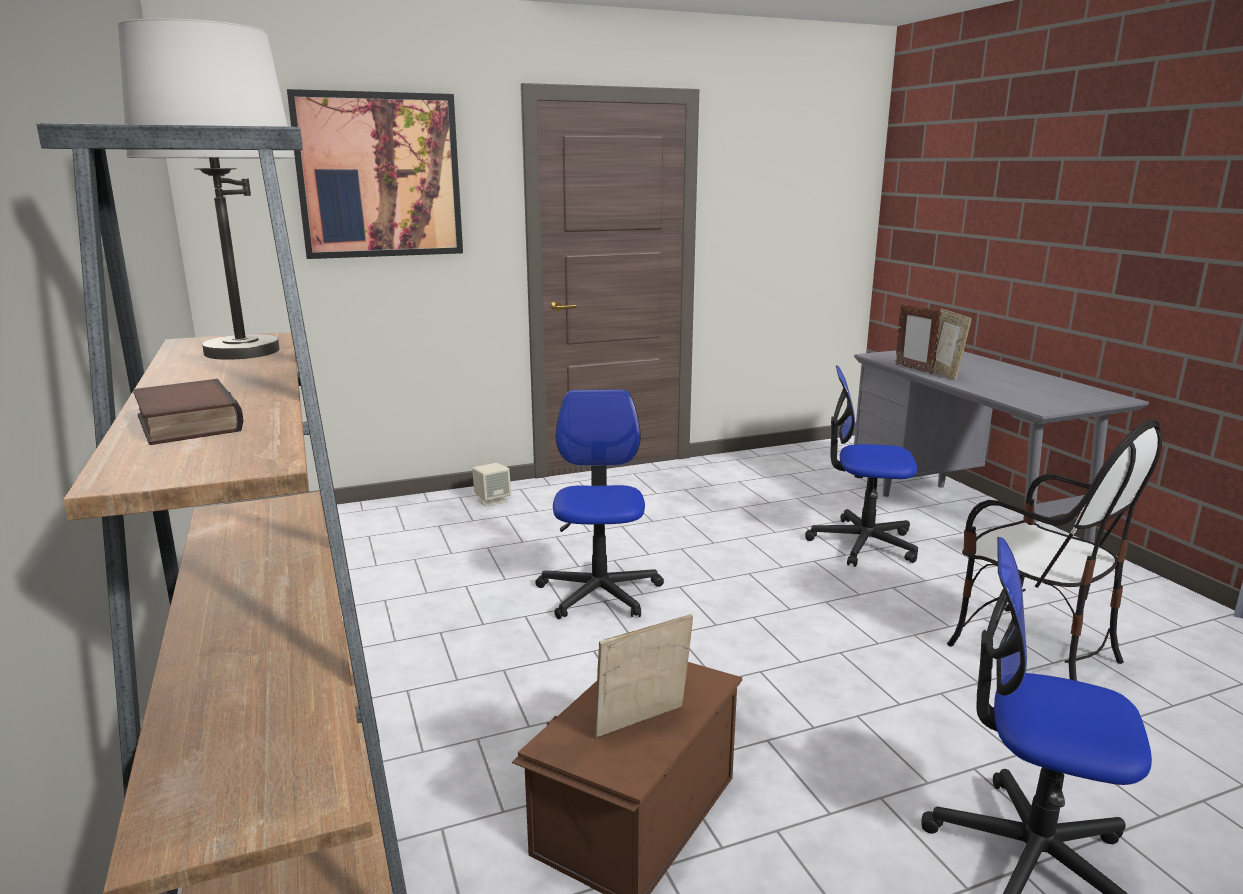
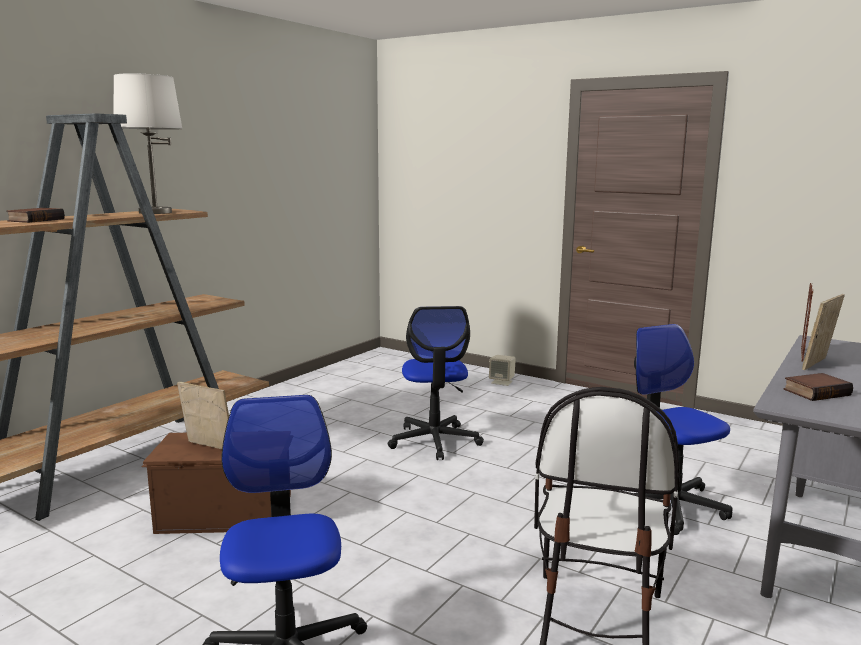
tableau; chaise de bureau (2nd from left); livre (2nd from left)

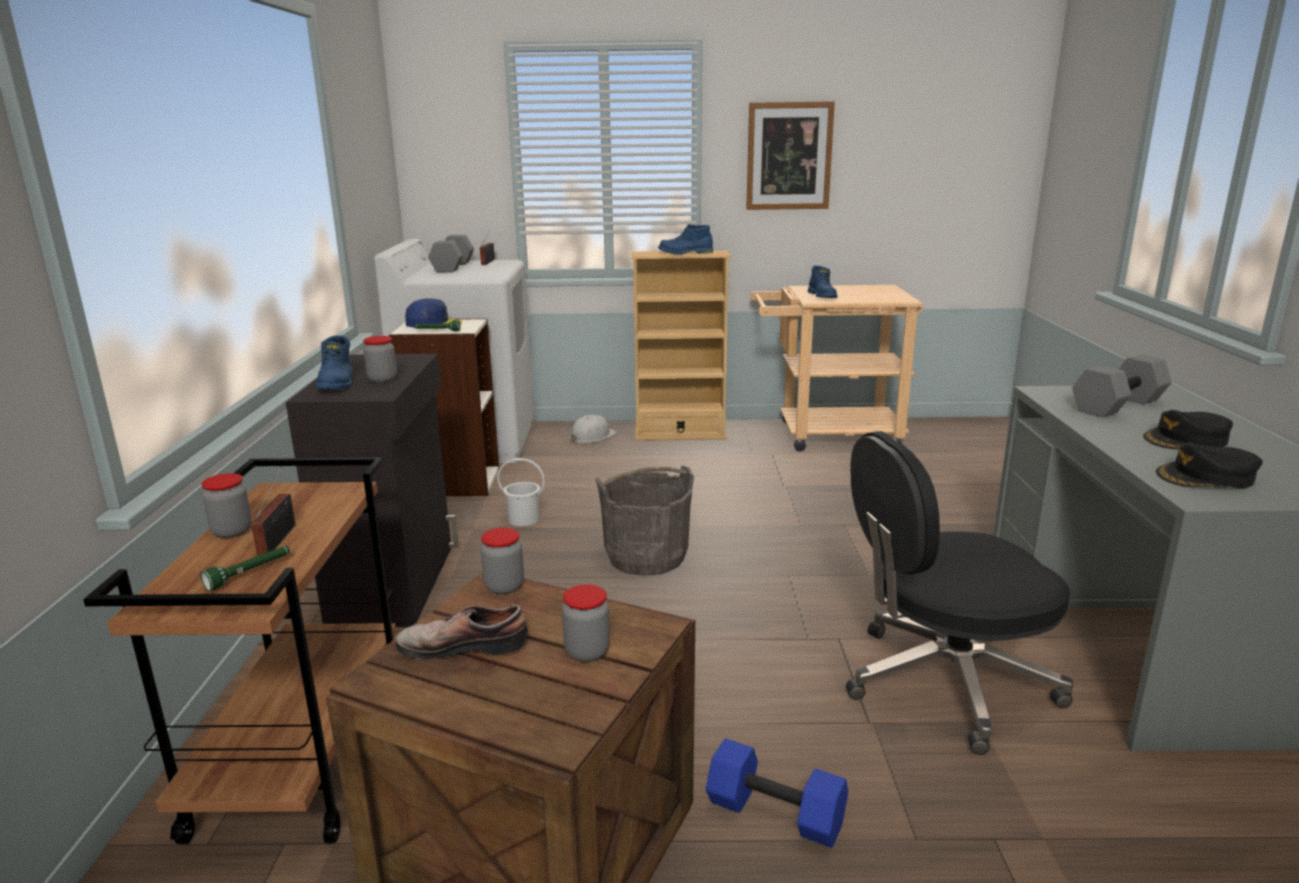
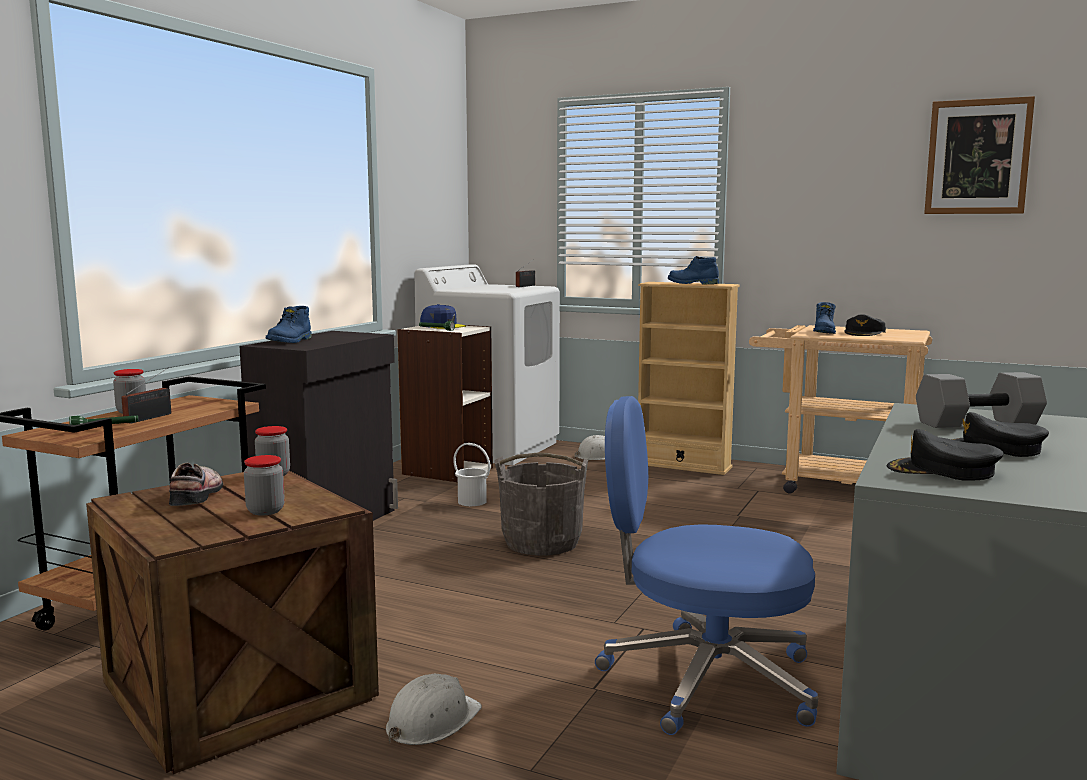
tableau; haltère/gris (1st from left in the first image); bocal (2nd from left in the first image); chaise de bureau/bleu; chaussure; casque de chantier/blanc (1st from left); casquette/noir (1st from left)

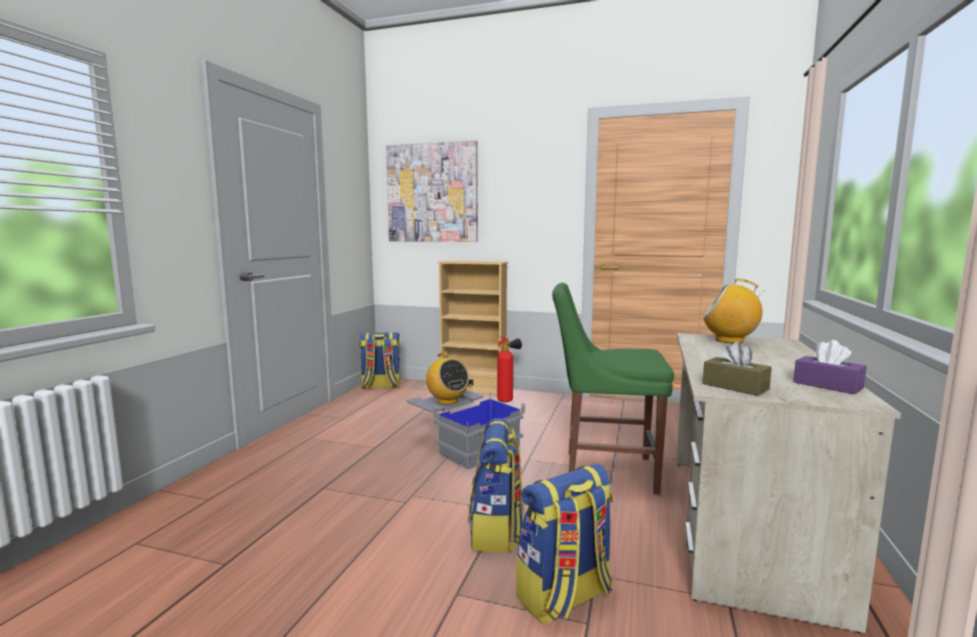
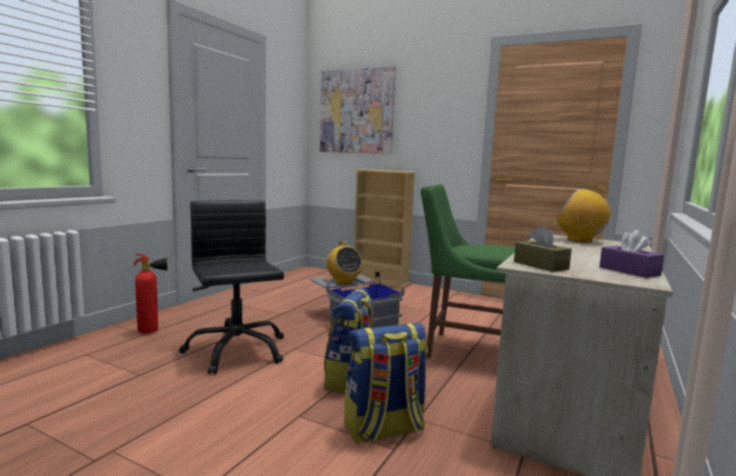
sac à dos (1st from left in the first image); extincteur; chaise de bureau/noir

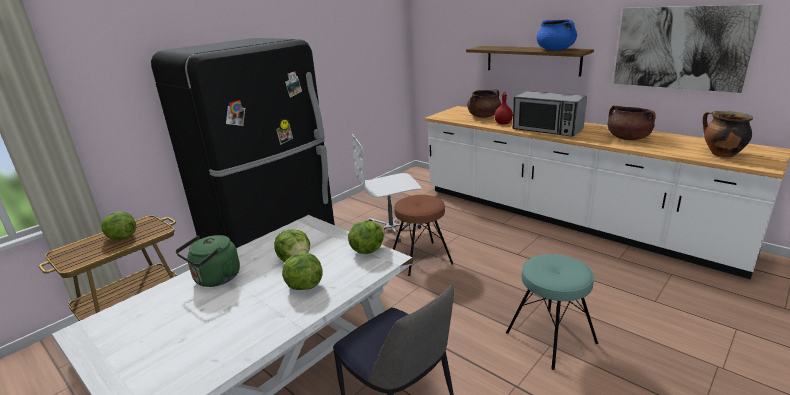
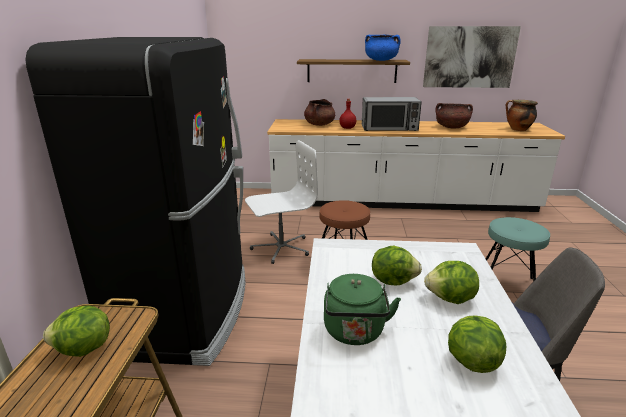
chaise de bureau/blanc; laitue (4th from left)

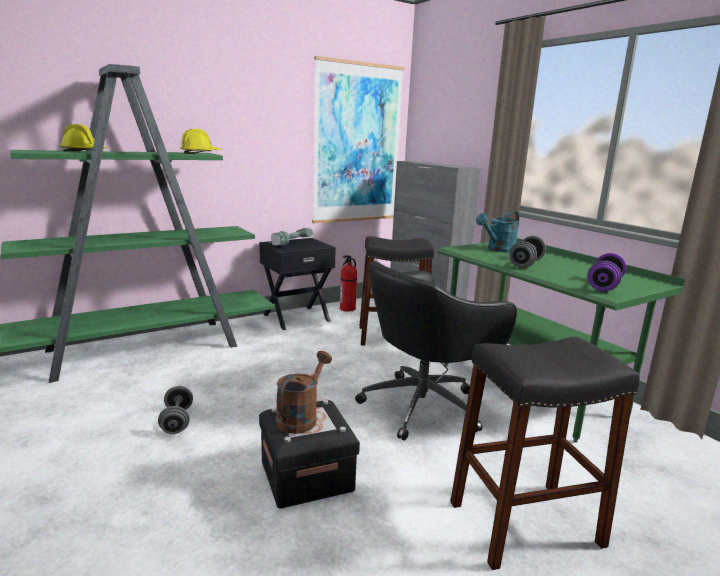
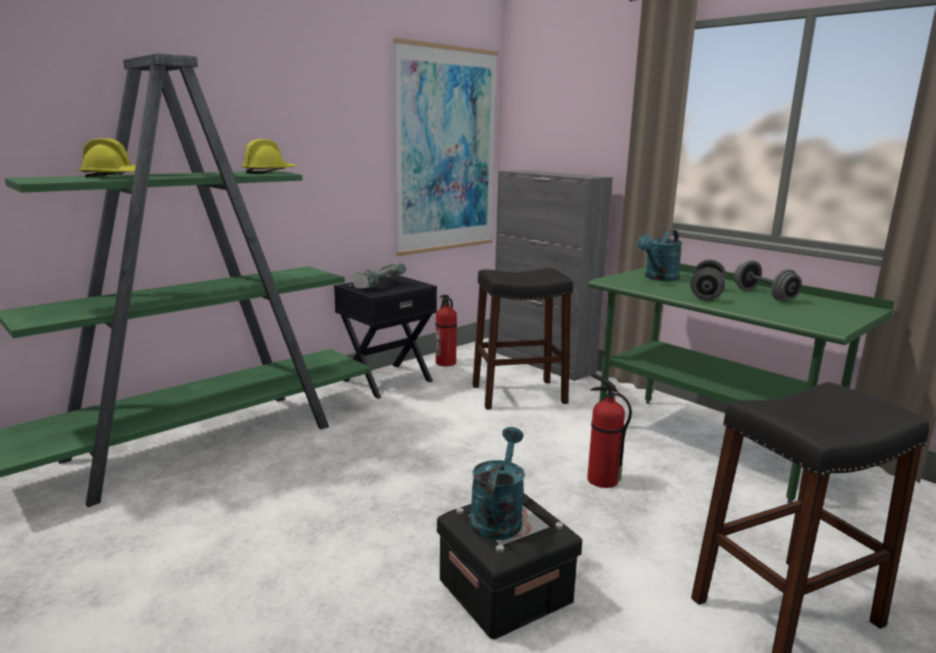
haltère/violet; extincteur (2nd from left); arrosoir/turquoise (1st from left); haltère/gris (2nd from left)

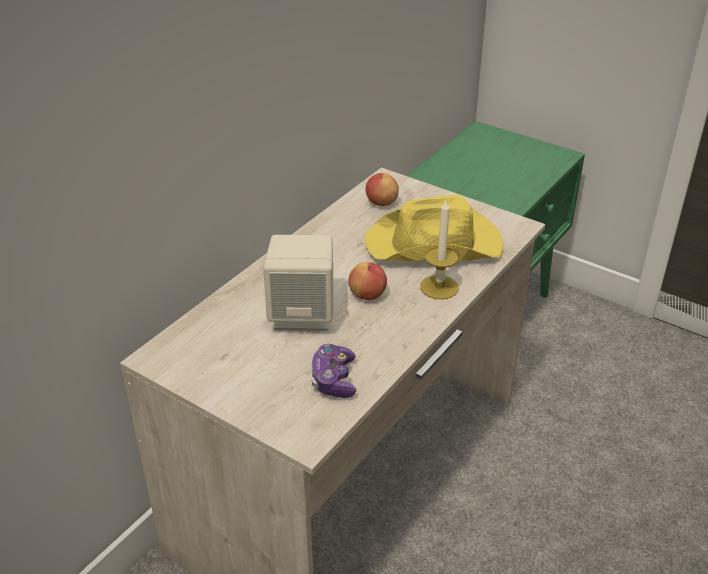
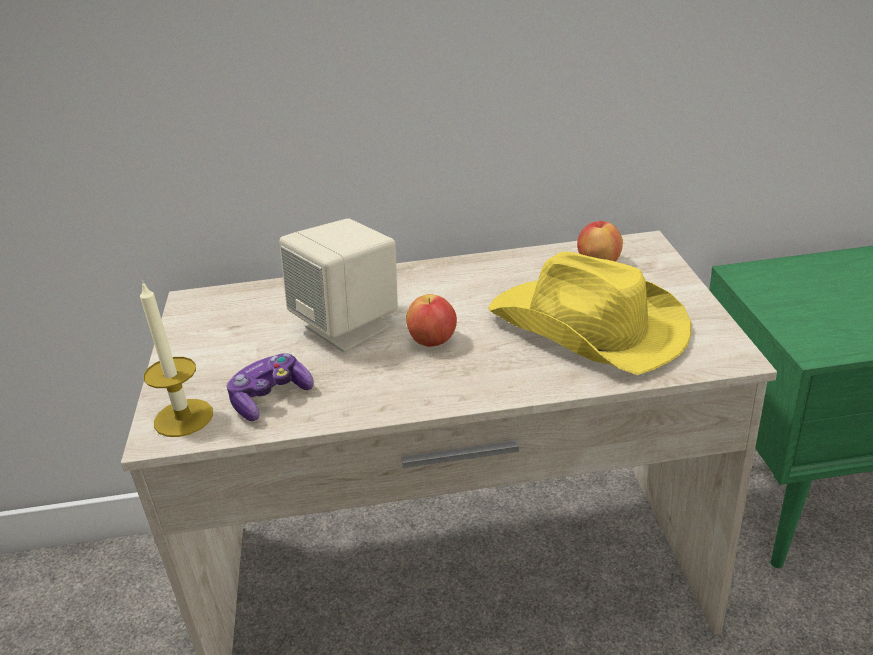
bougie

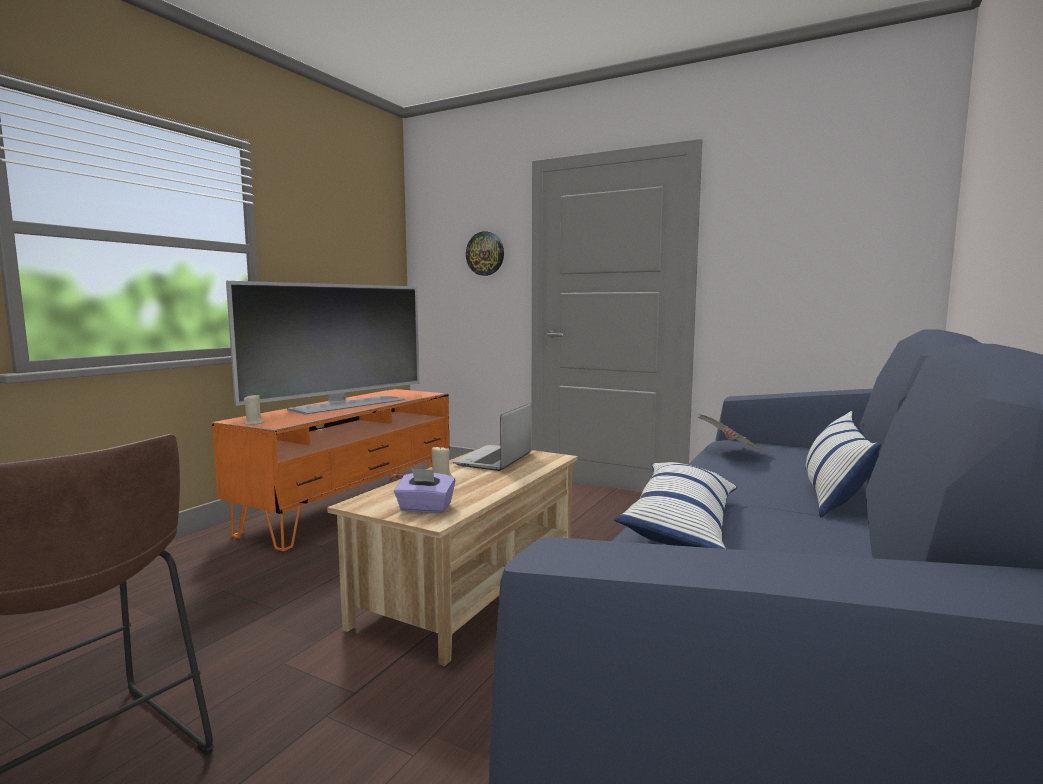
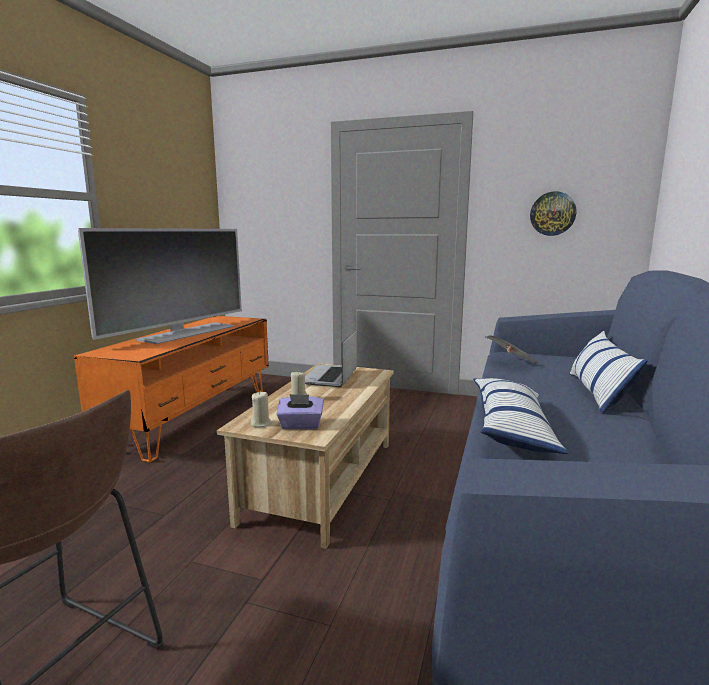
horloge murale; bougie/beige (1st from left)

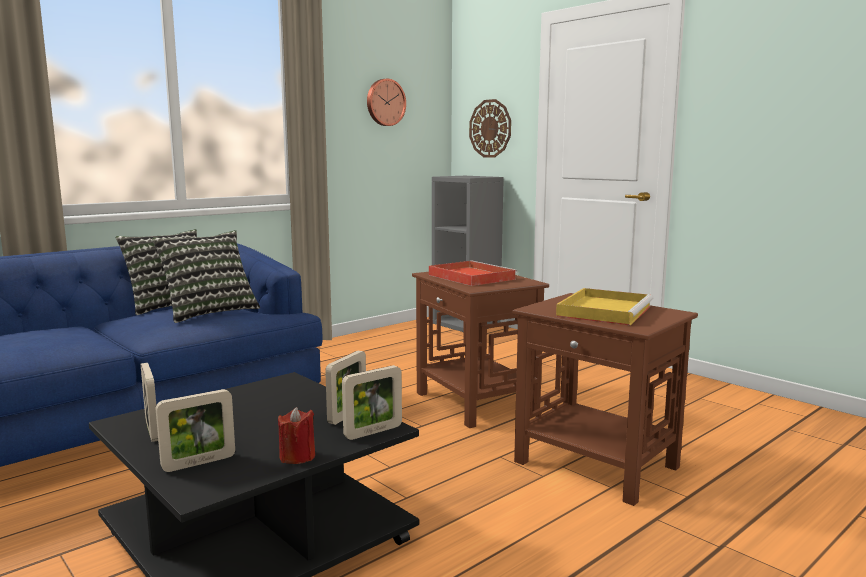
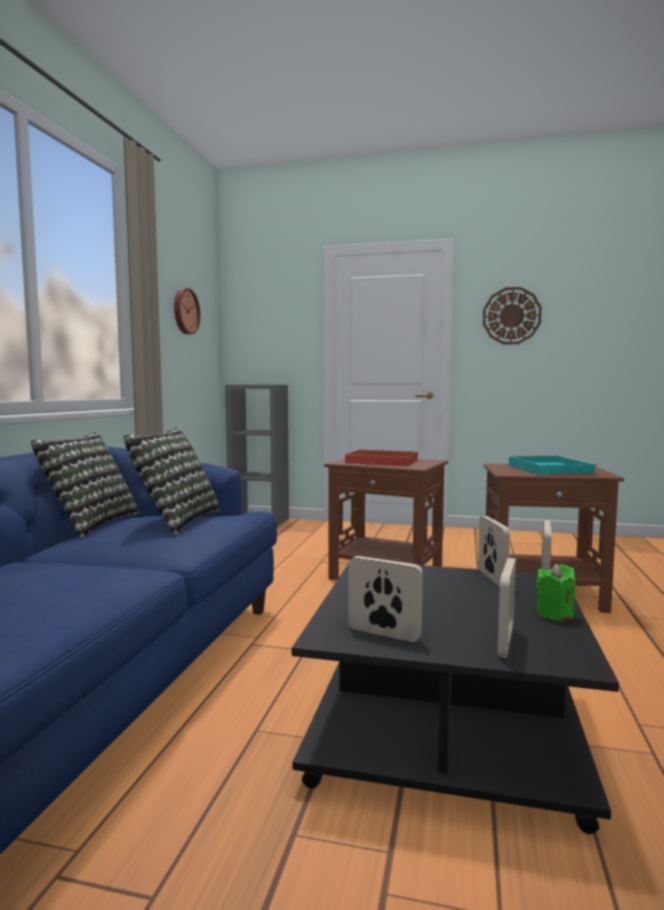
horloge murale (2nd from left); plateau/turquoise; bougie/vert

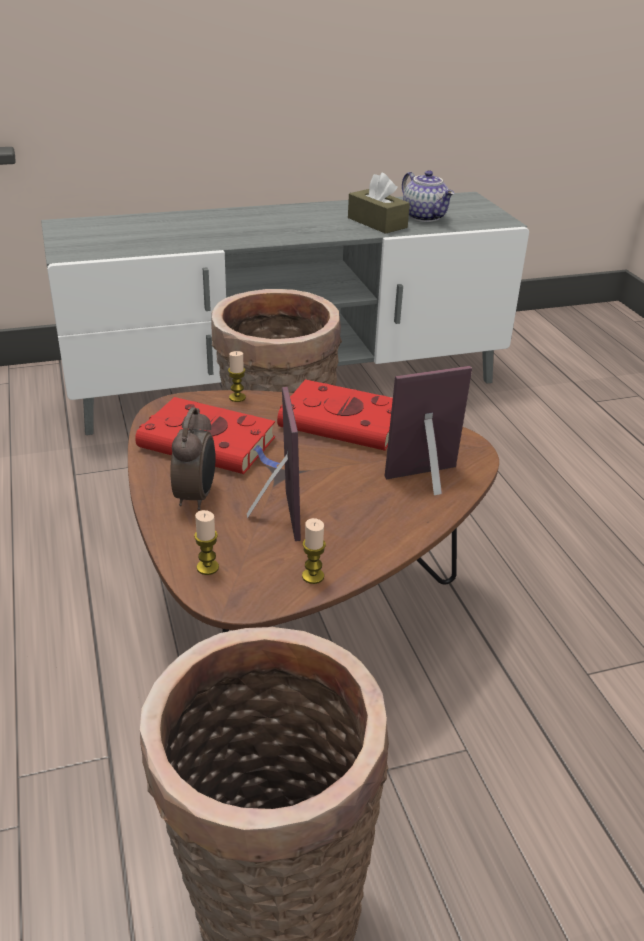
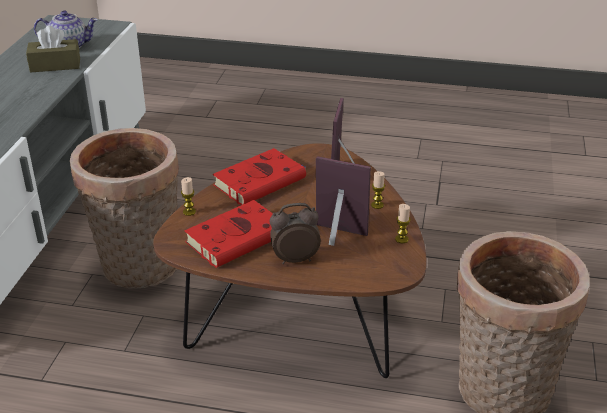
réveil; bougie (2nd from left)

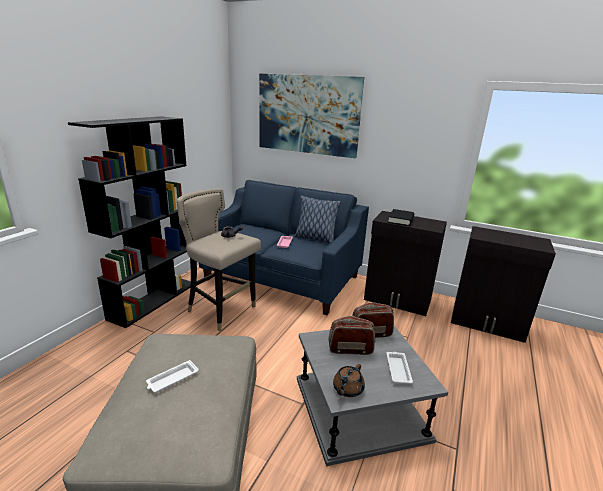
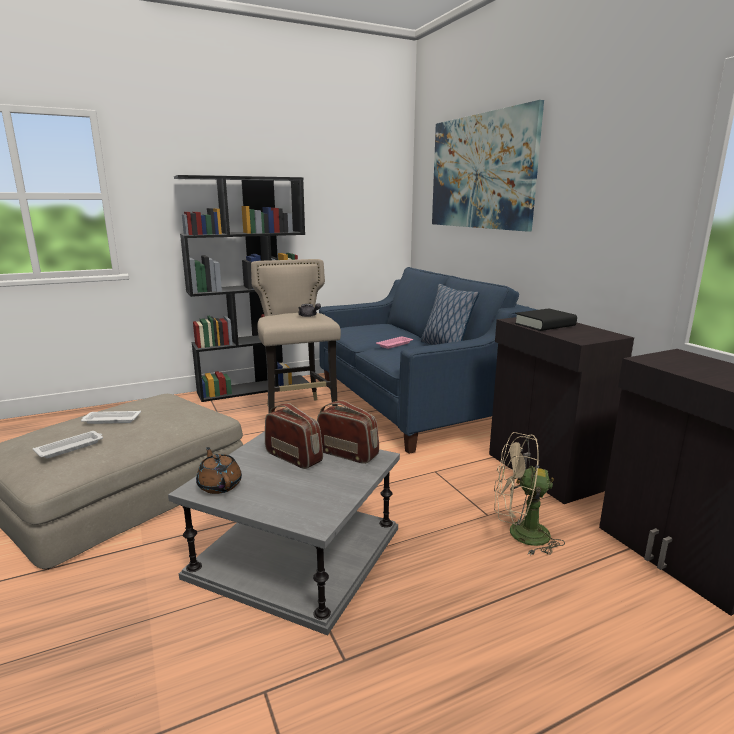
plateau/blanc (1st from left); théière/marron; ventilateur/beige

